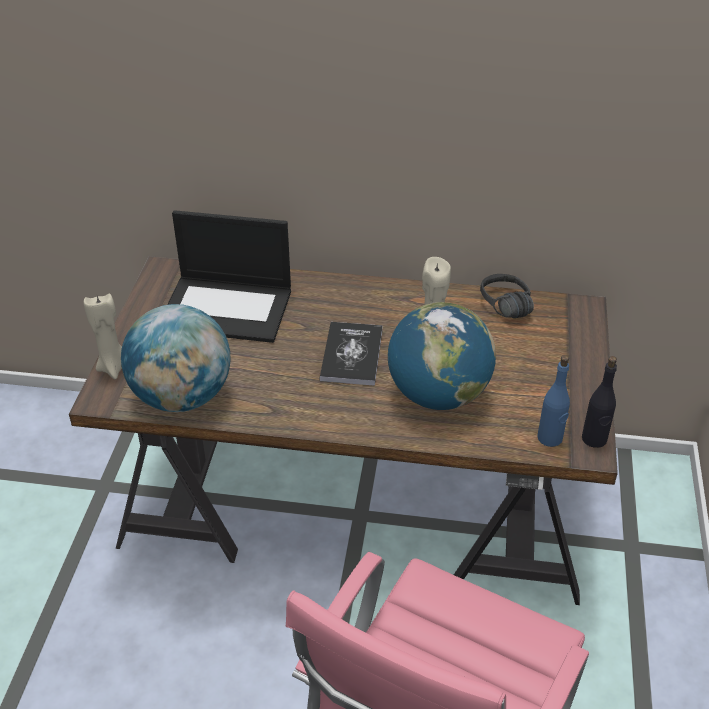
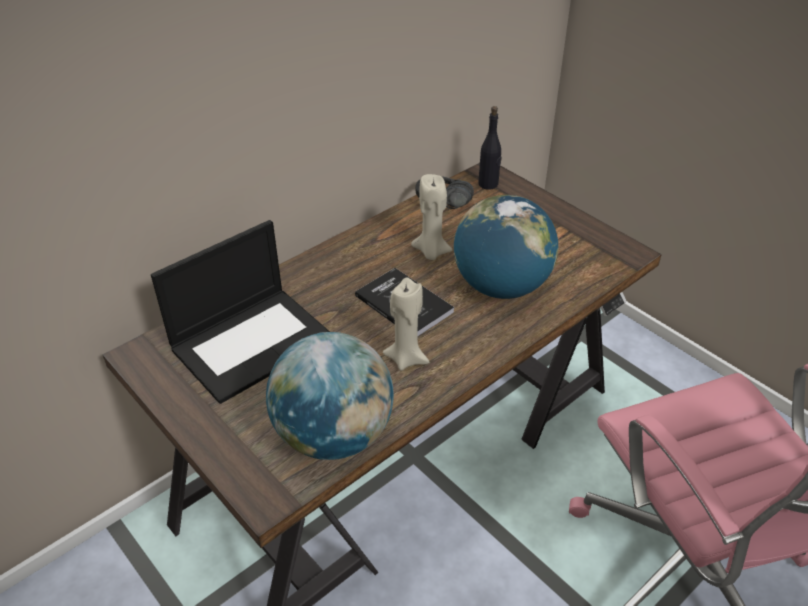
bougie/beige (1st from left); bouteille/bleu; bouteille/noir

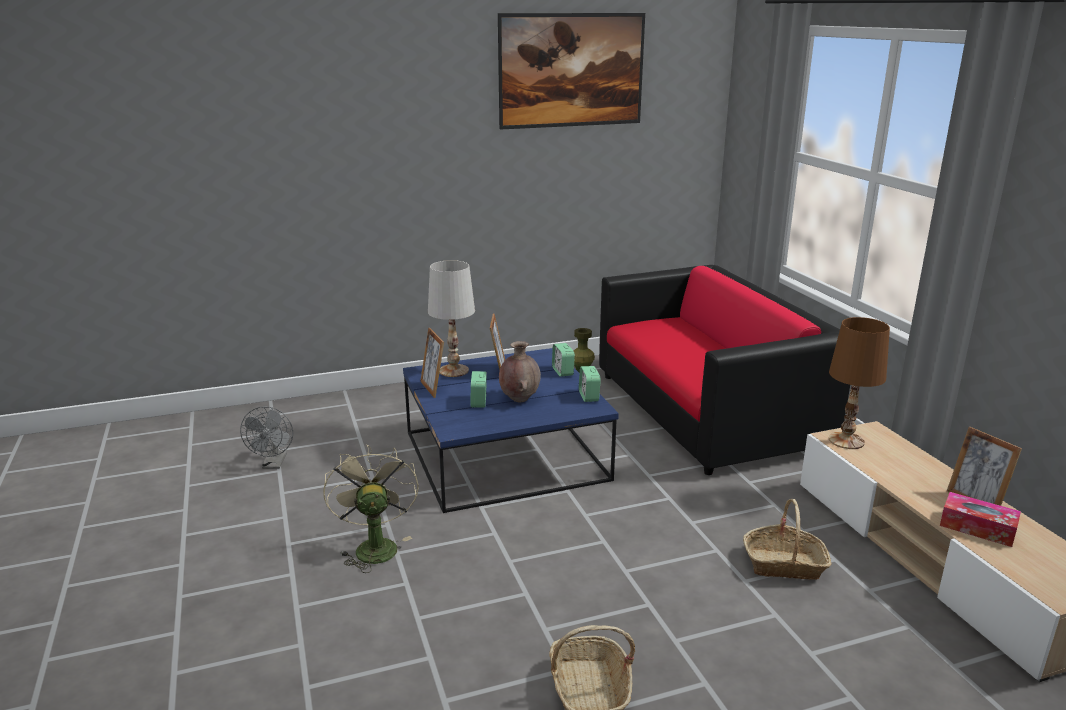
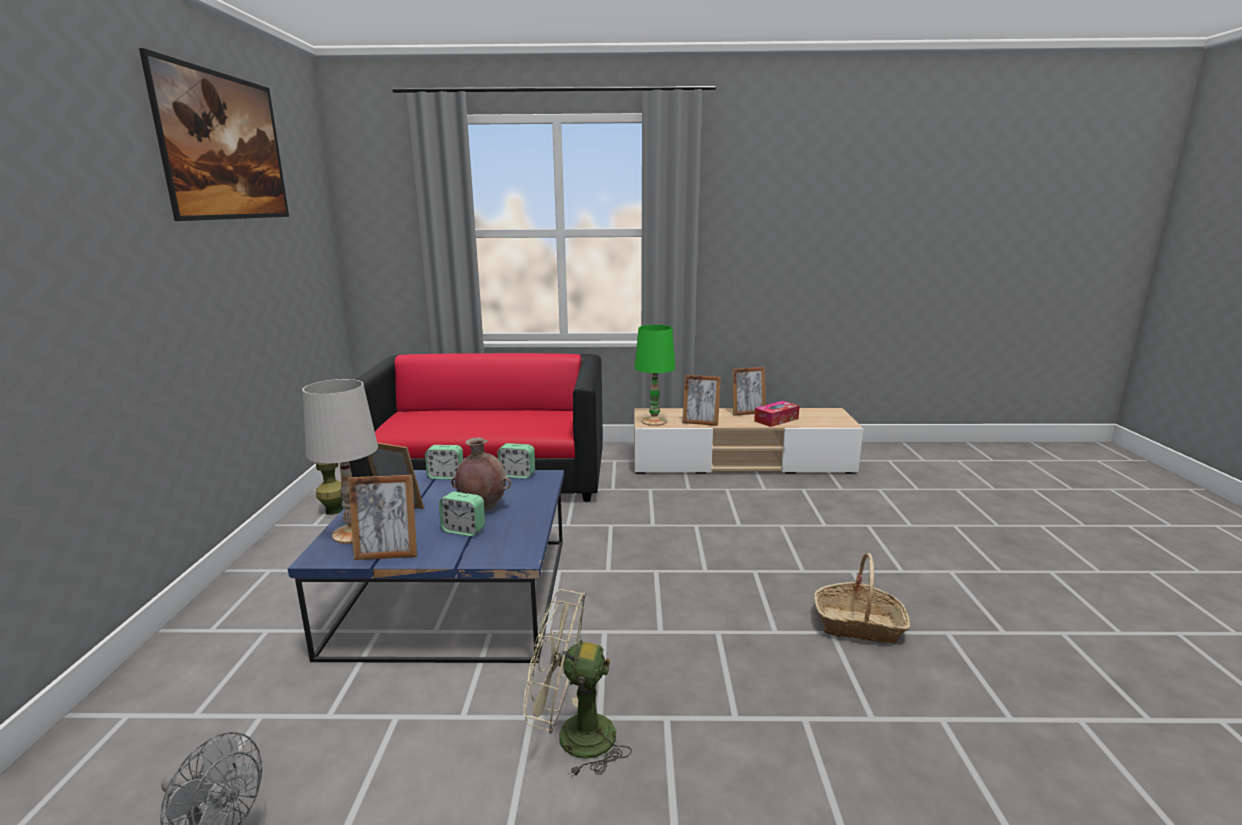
lampe de table/vert; panier (2nd from left in the first image); cadre photo (3rd from left)

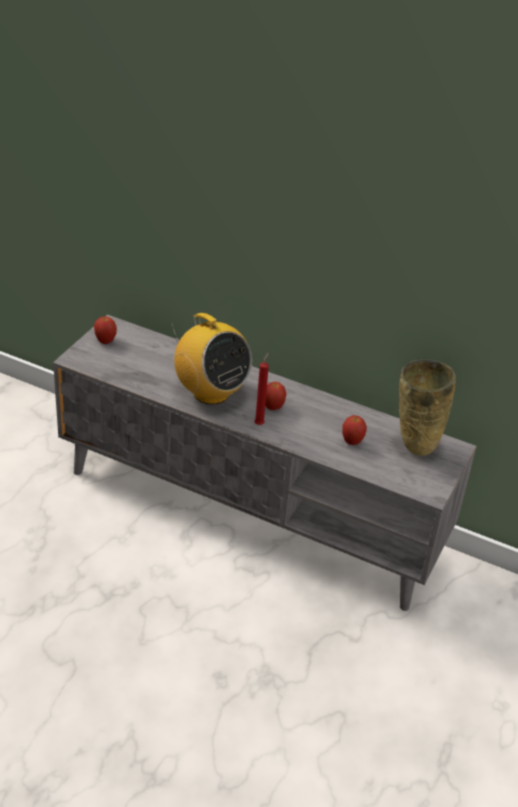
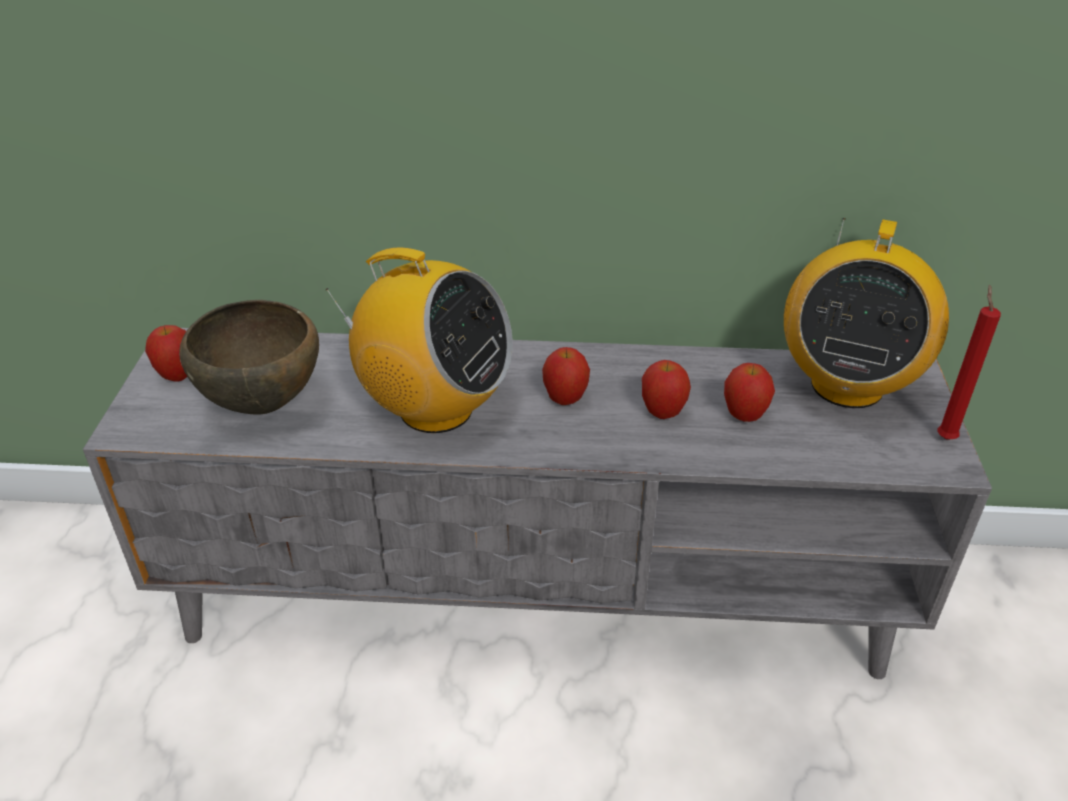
bougie/rouge; radio (2nd from left); bol/marron; pomme (3rd from left)

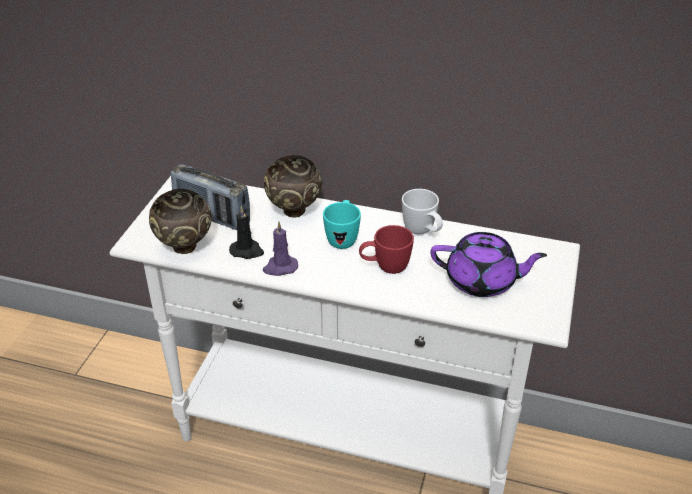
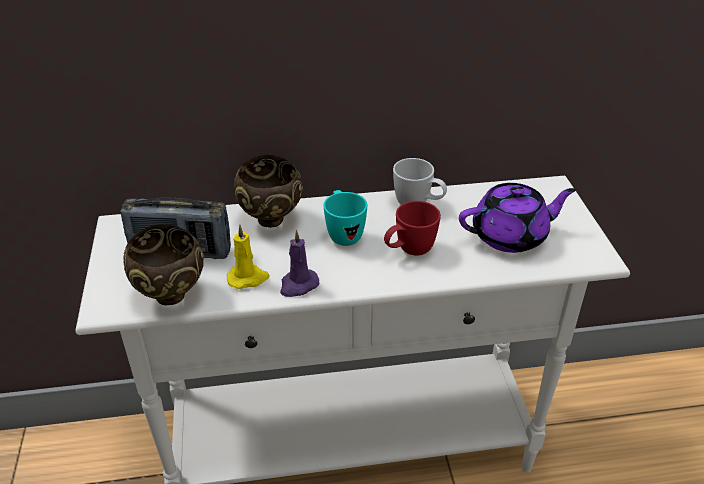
bougie/jaune

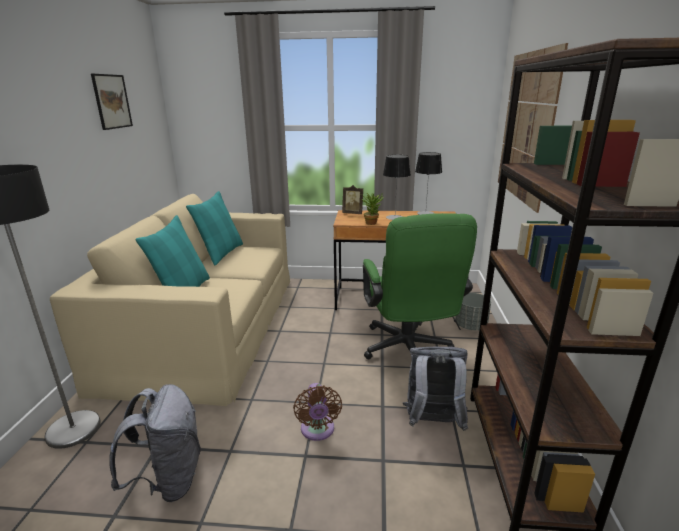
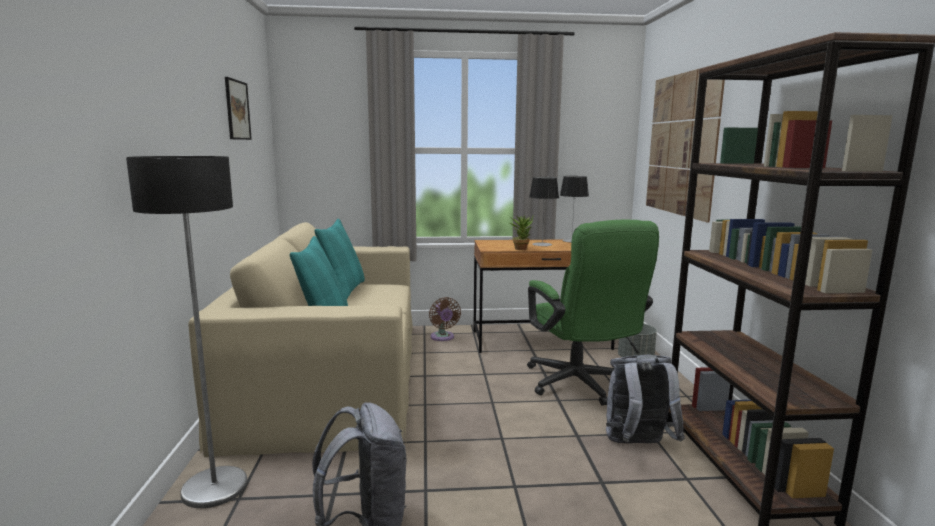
cadre photo; ventilateur/marron

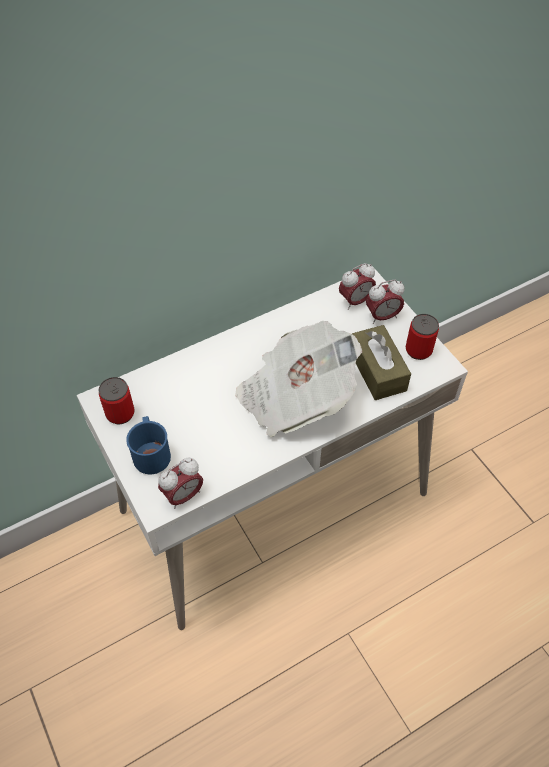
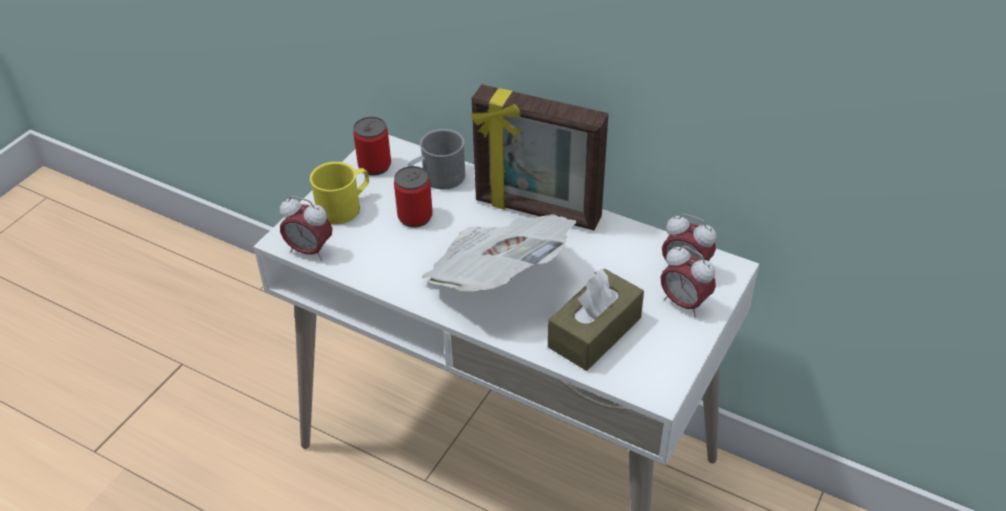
boîte métallique (2nd from left); mug/jaune; cadre photo; mug/gris

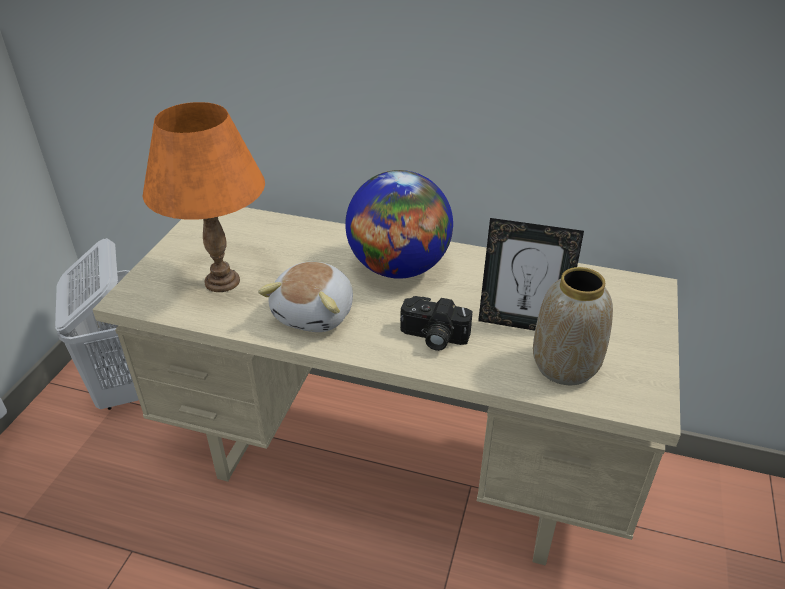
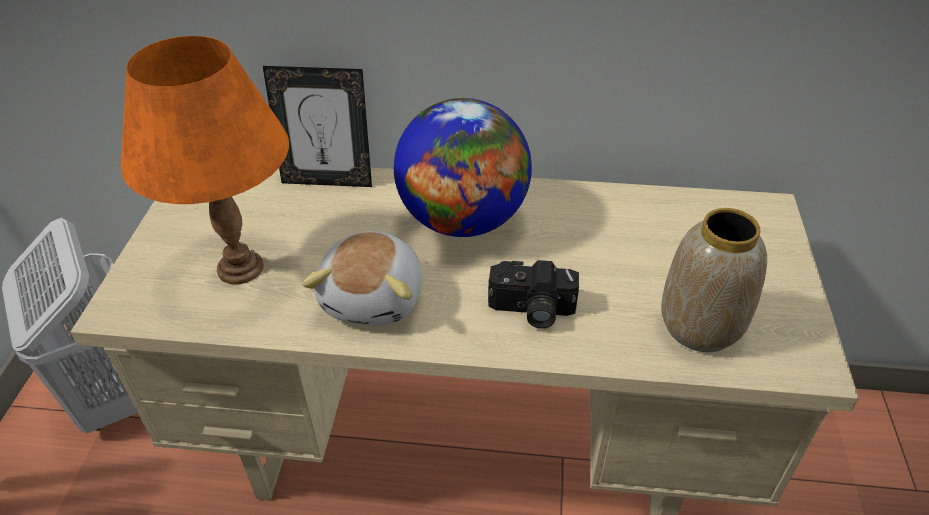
cadre photo

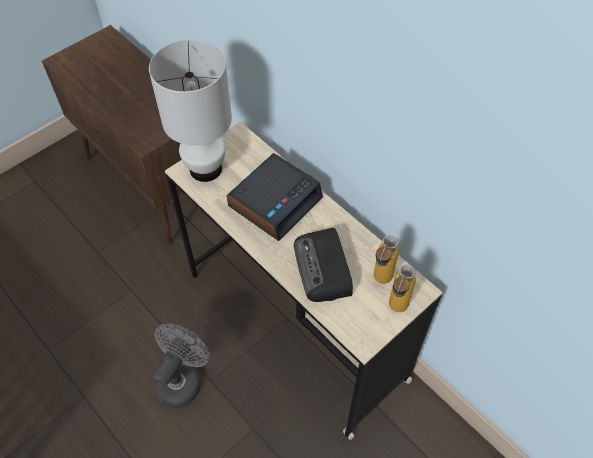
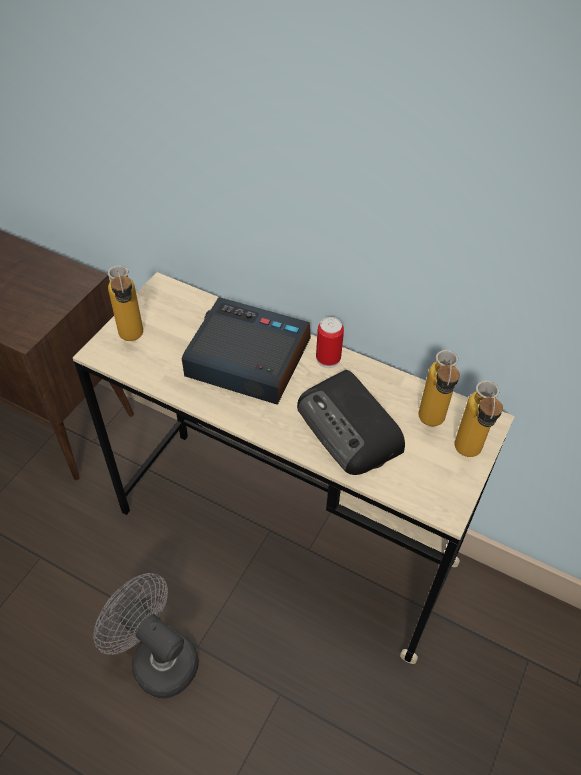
bouteille (1st from left); réveil; ventilateur/gris; boîte métallique

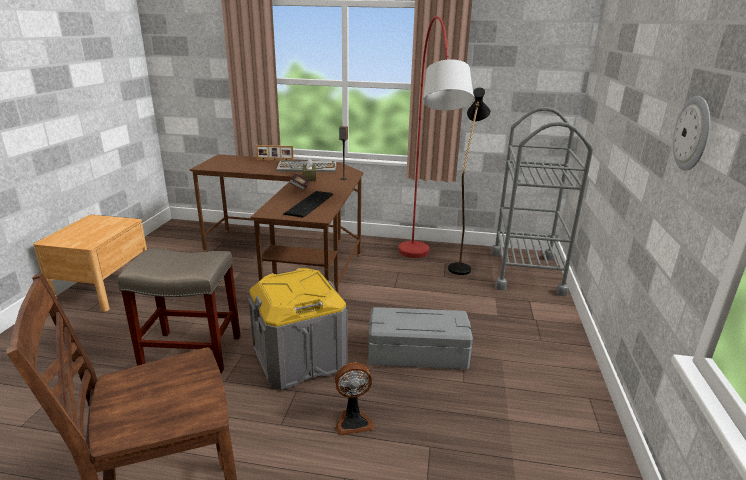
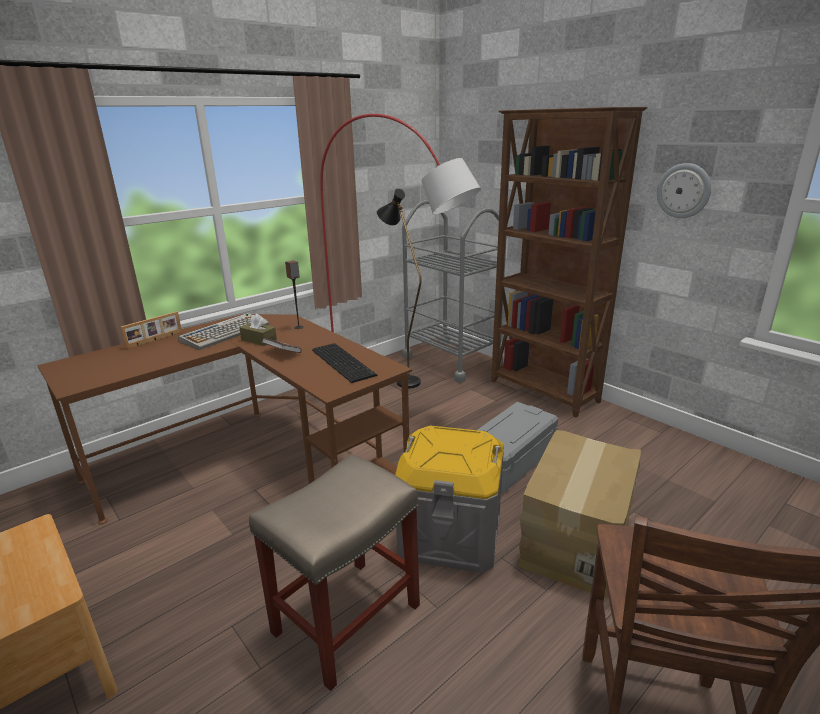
carton; bibliothèque/marron

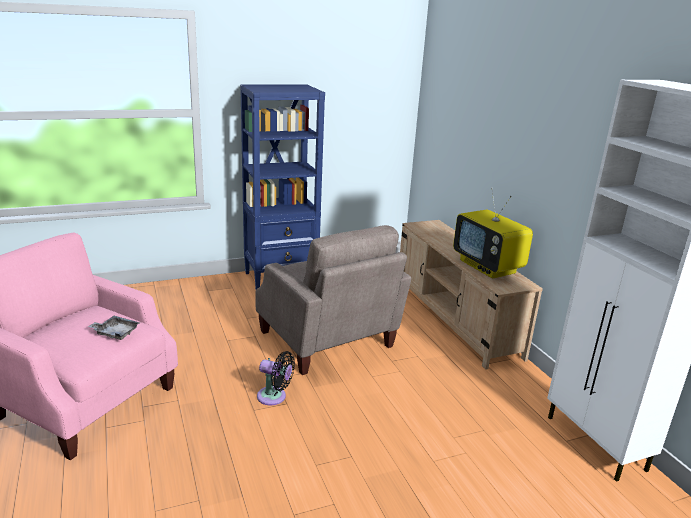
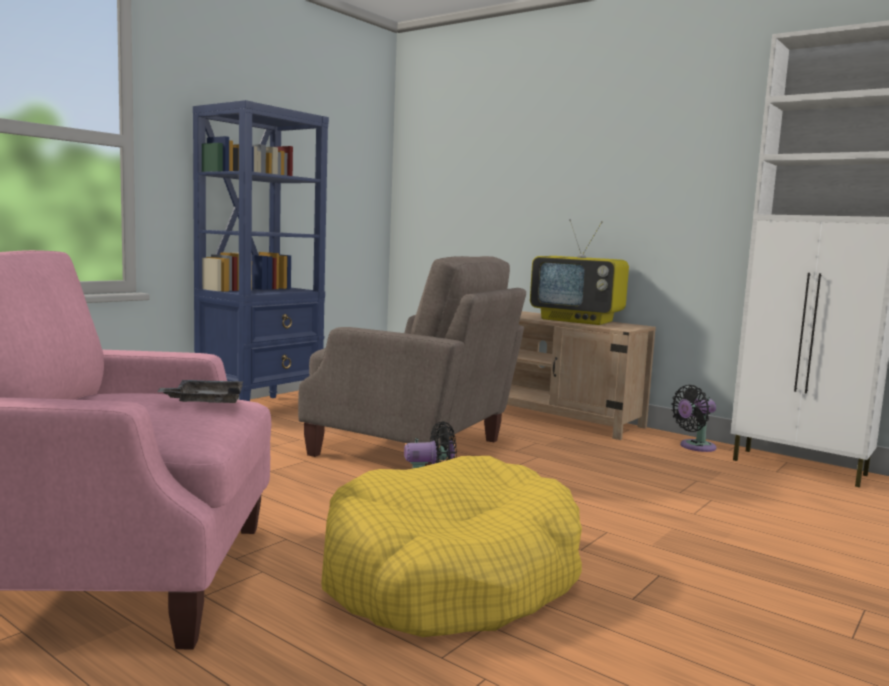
ventilateur/noir (2nd from left); panier pour chien/jaune

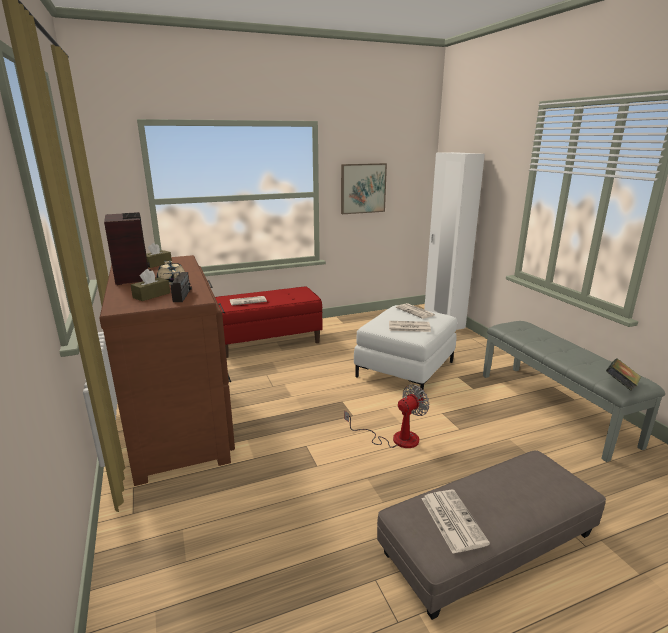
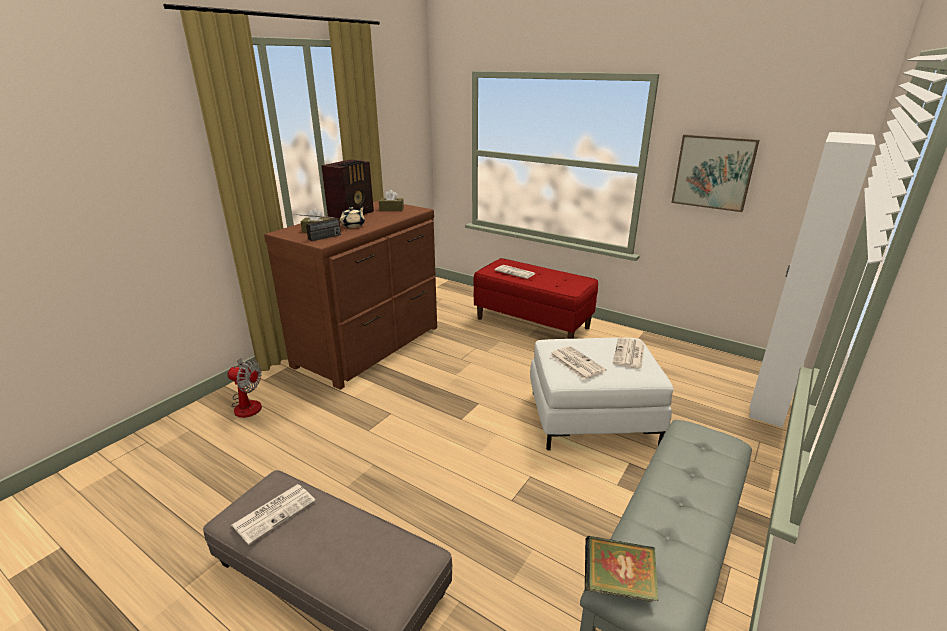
ventilateur

